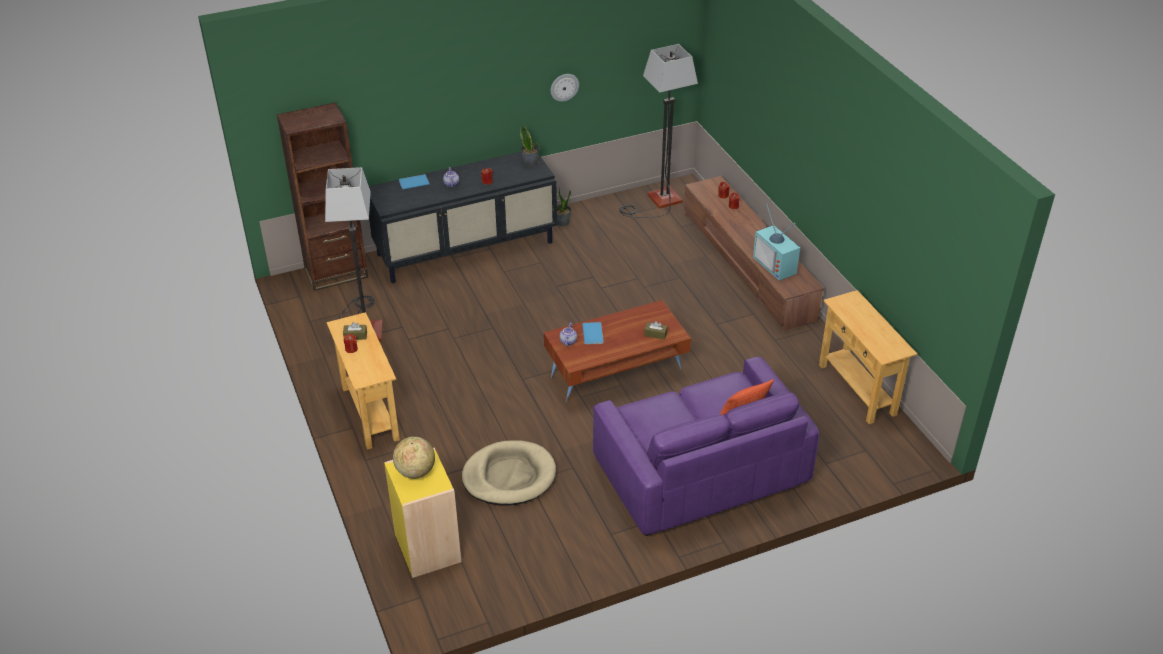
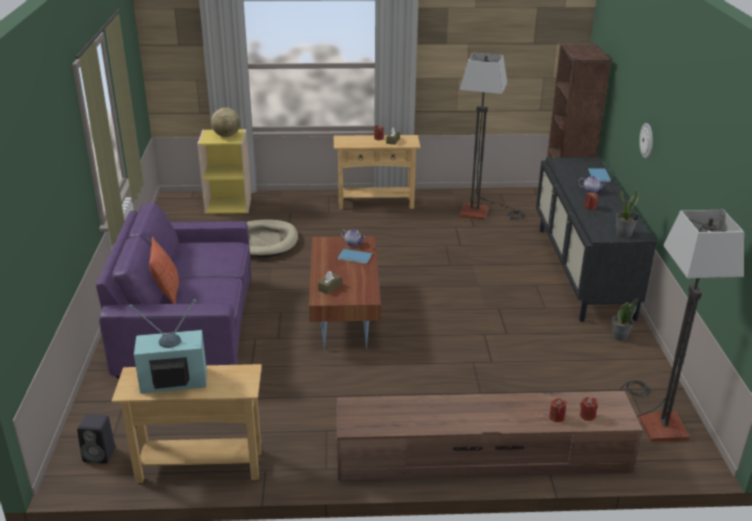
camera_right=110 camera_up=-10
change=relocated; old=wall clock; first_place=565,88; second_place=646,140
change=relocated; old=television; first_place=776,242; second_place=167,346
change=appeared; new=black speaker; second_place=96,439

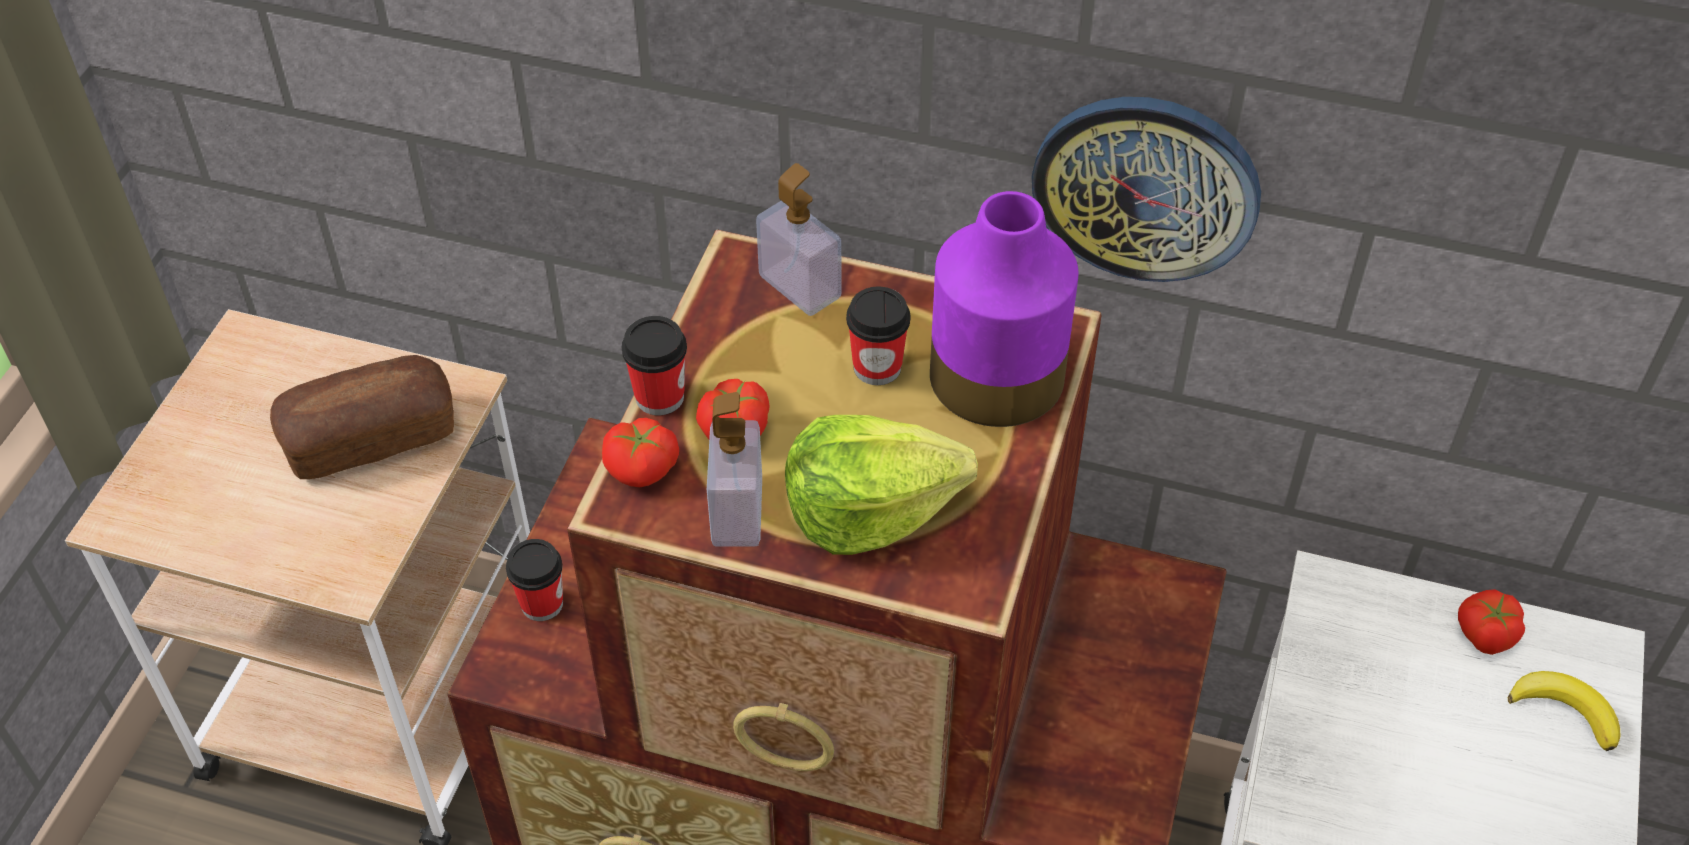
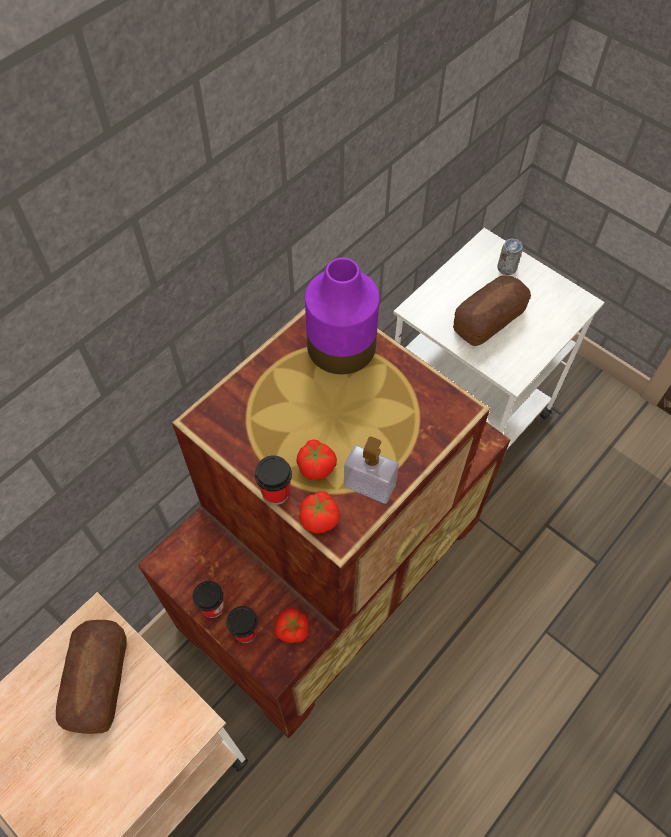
camera_right=-65 camera_up=10
change=missing; old=soap dispenser; first_place=798,239
change=missing; old=lettuce; first_place=881,485
change=relocated; old=cup; first_place=878,335; second_place=208,599
change=missing; old=wall clock; first_place=1146,189
change=relocated; old=tomato; first_place=1491,622; second_place=292,625
change=exchanged; old=banana; new=can; first_place=1564,711; second_place=510,257
change=appeared; new=bread; second_place=492,310

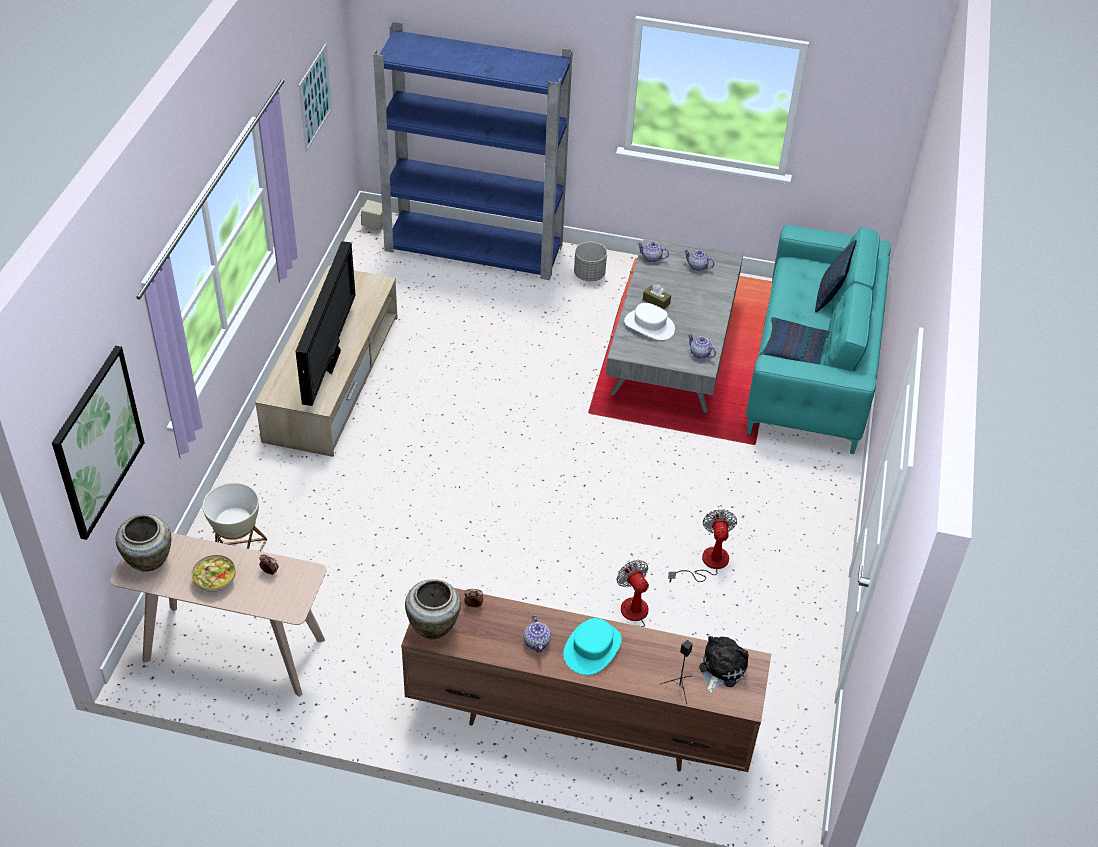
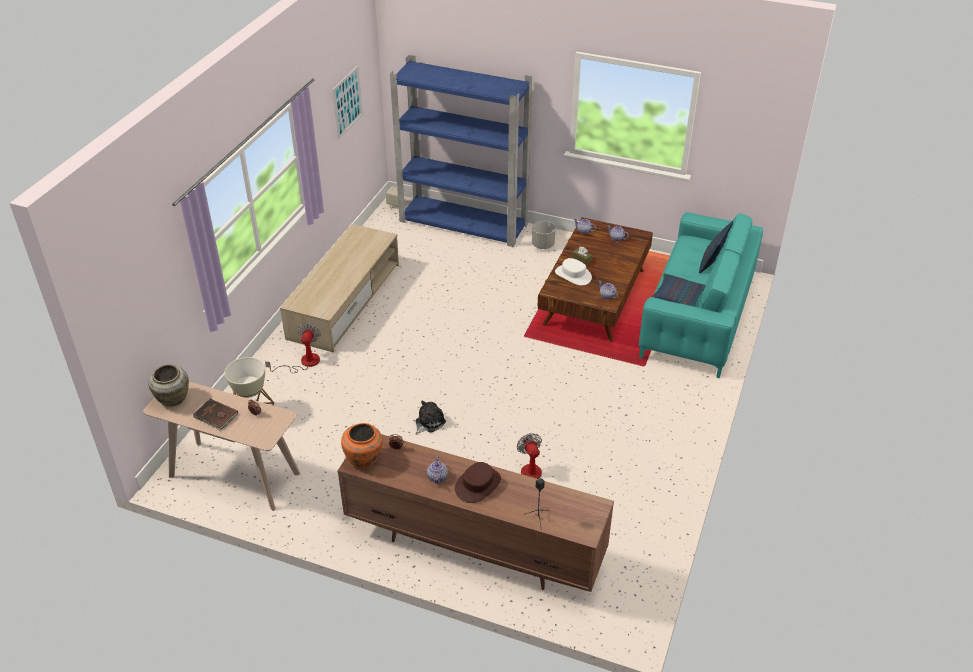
camera_right=10 camera_up=-5
change=missing; old=picture; first_place=98,443
change=exchanged; old=bowl; new=brown book; first_place=214,573; second_place=215,414
change=missing; old=television; first_place=325,323
change=colour; old=beige vase; new=orange vase; first_place=433,609; second_place=362,445
change=colour; old=turquoise hat; new=brown hat; first_place=592,646; second_place=478,482
change=colour; old=grey coffee table; new=brown coffee table; first_place=674,324; second_place=595,279
change=relocated; old=fan; first_place=702,545; second_place=293,348
change=relocated; old=plush toy; first_place=724,665; second_place=430,418

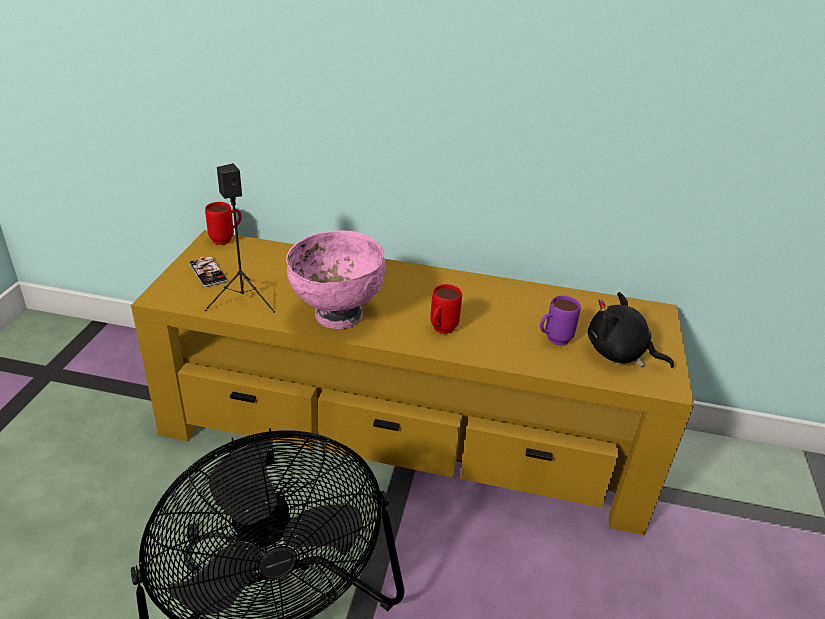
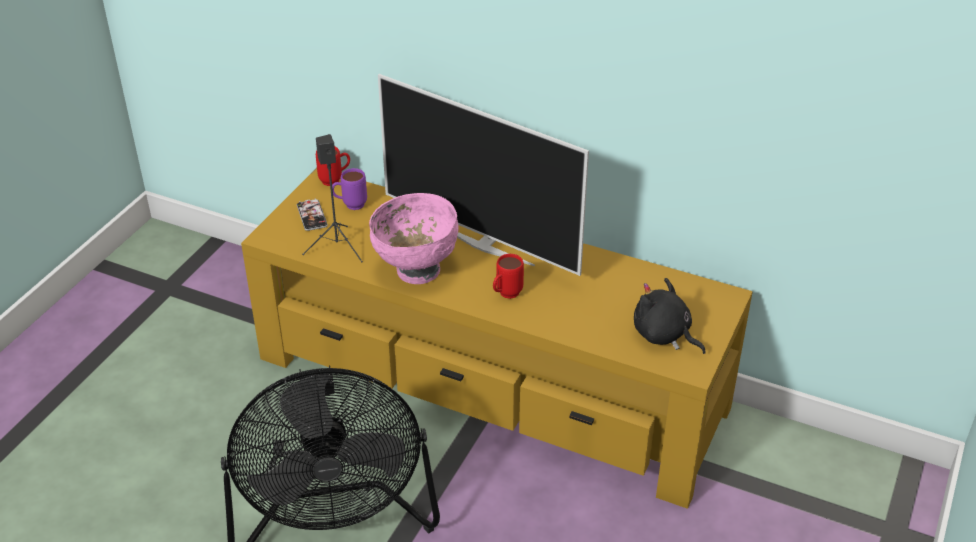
camera_right=15 camera_up=5
change=relocated; old=purple mug; first_place=560,321; second_place=349,189
change=appeared; new=television; second_place=483,175

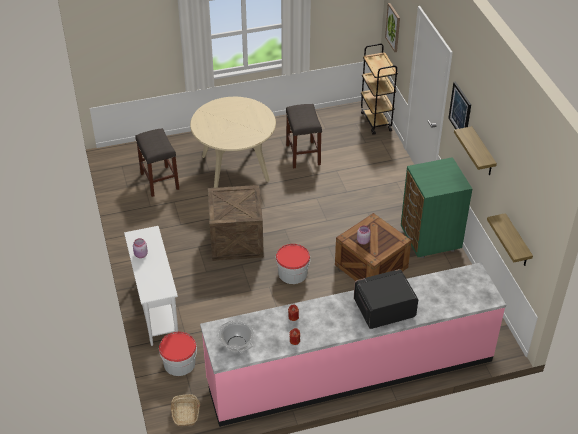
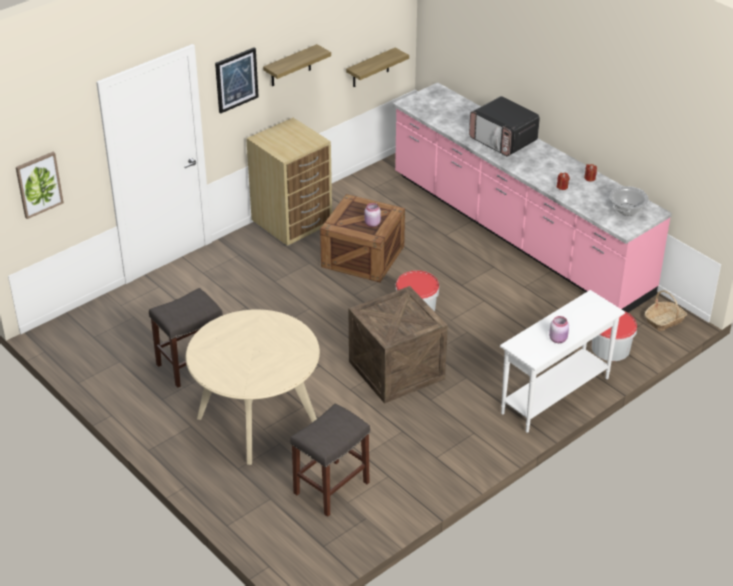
camera_right=-115 camera_up=-5
change=missing; old=brown cart; first_place=379,89
change=colour; old=green dresser; new=brown dresser; first_place=436,207; second_place=289,182

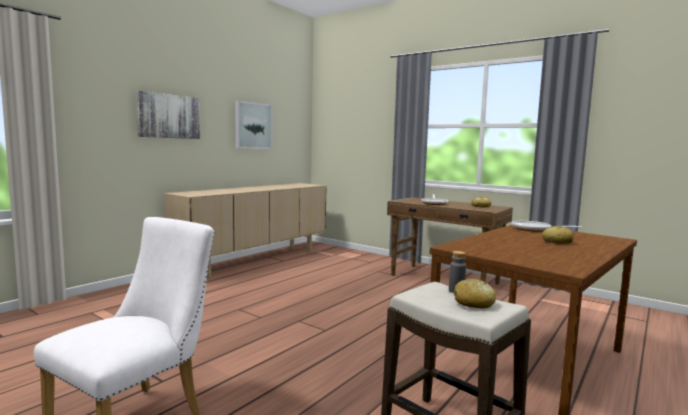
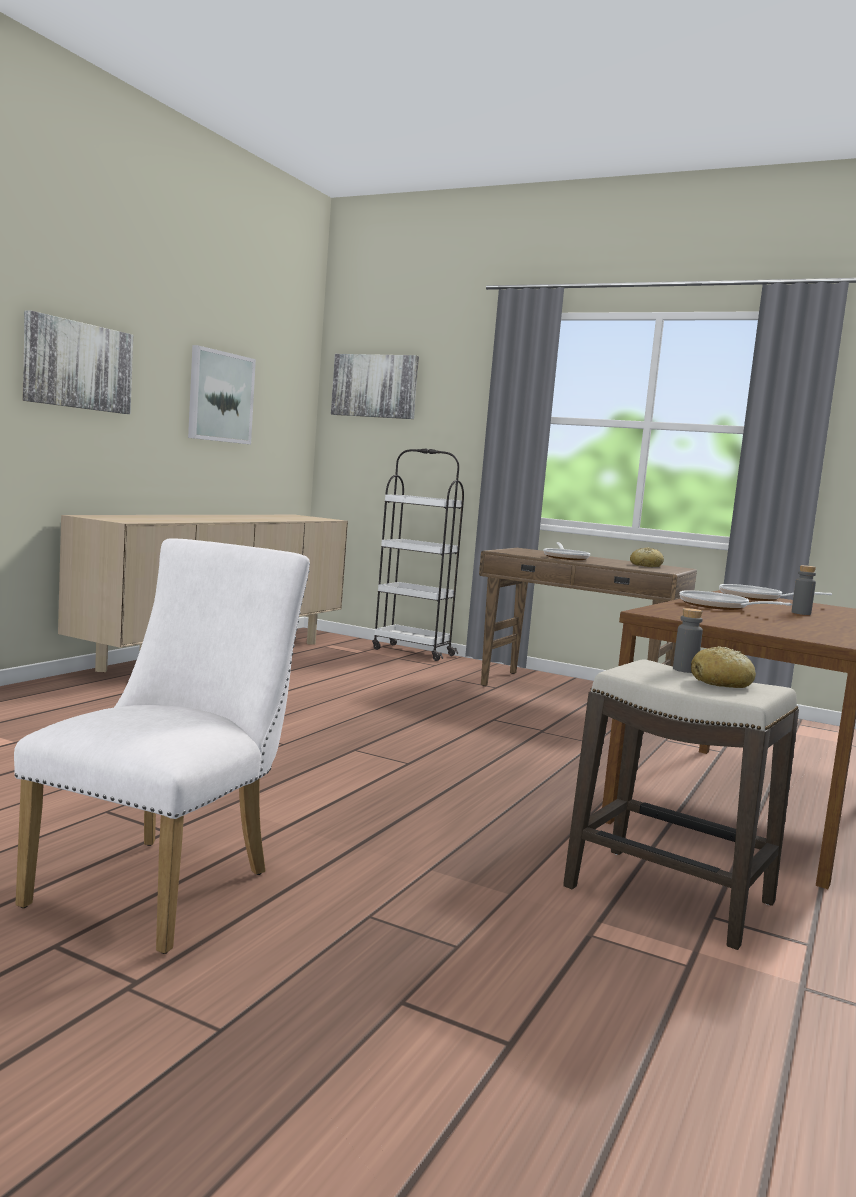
camera_right=-10 camera_up=0
change=exchanged; old=bread; new=grey bottle; first_place=558,235; second_place=803,590
change=appeared; new=picture; second_place=375,386
change=appeared; new=white cart; second_place=418,555
change=appeared; new=frying pan; second_place=736,600

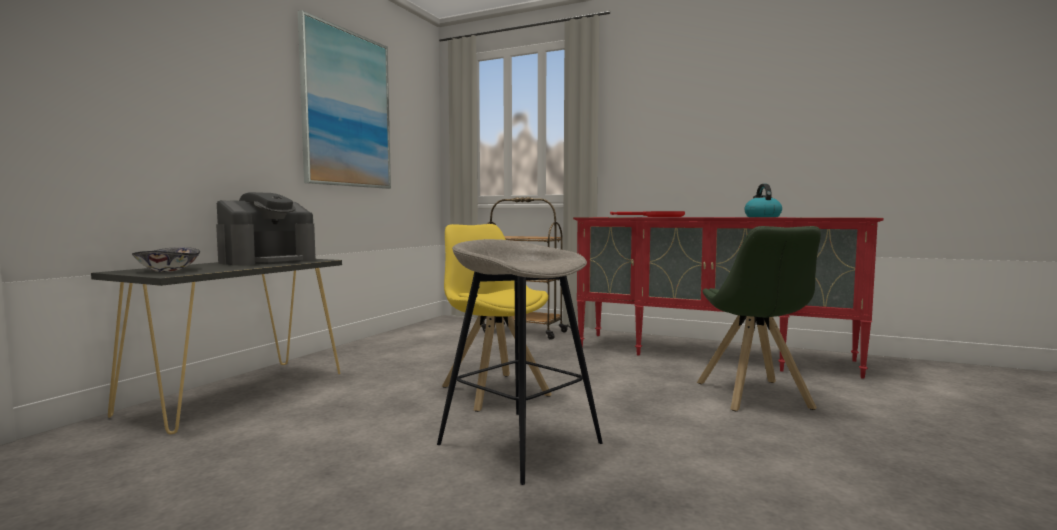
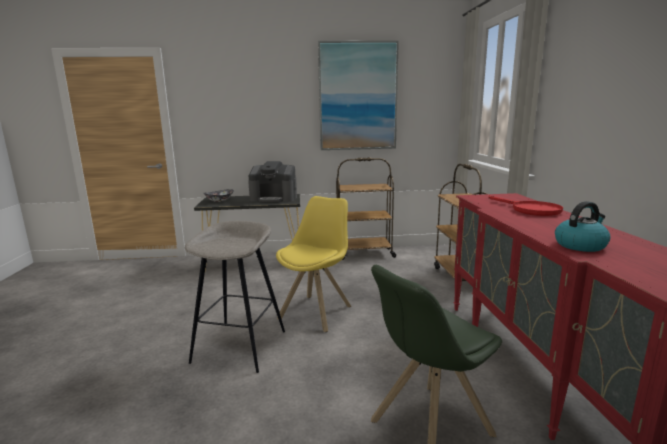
camera_right=60 camera_up=10
change=appeared; new=brown cart; second_place=366,208

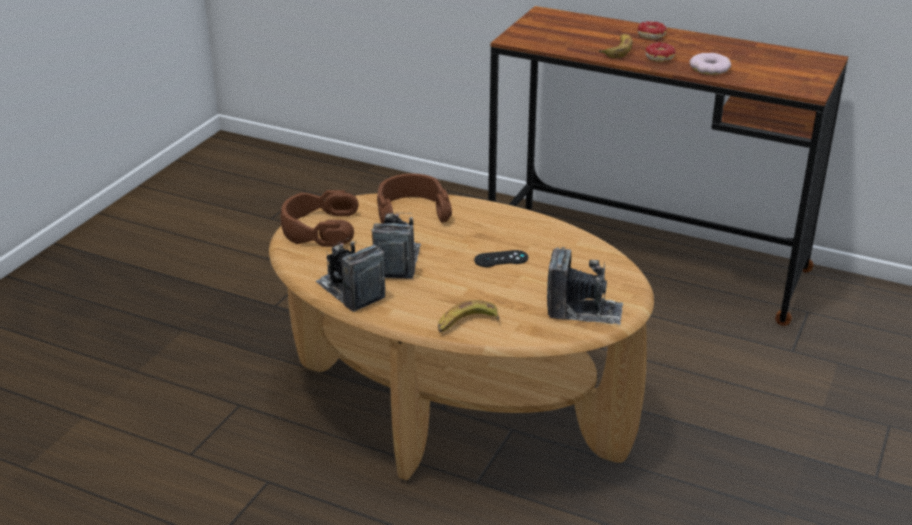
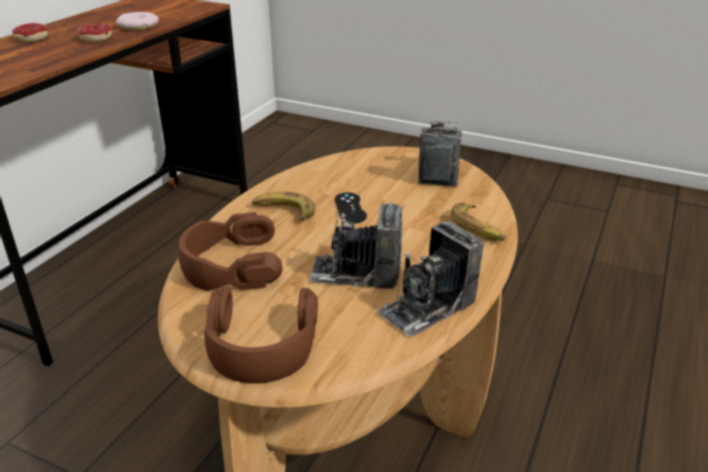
camera_right=-90 camera_up=0
change=relocated; old=banana; first_place=616,46; second_place=283,206

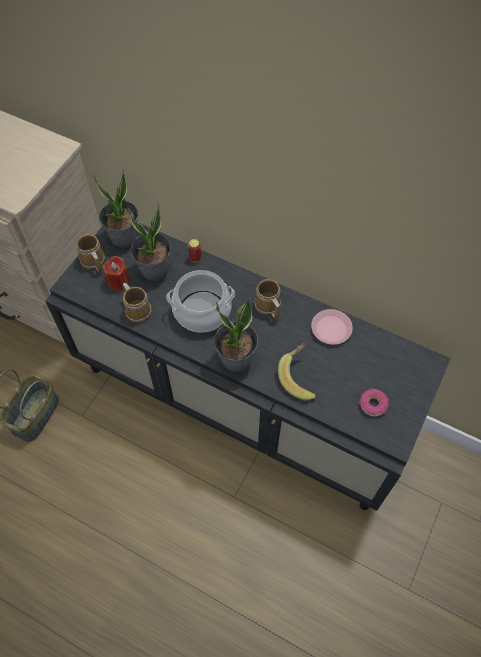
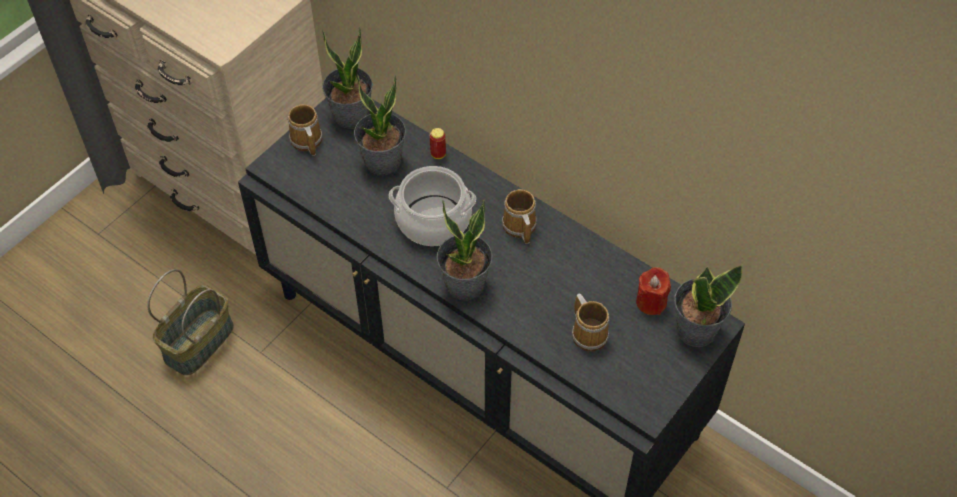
camera_right=10 camera_up=-5
change=relocated; old=red candle; first_place=116,273; second_place=653,291
change=relocated; old=mug; first_place=137,303; second_place=590,323
change=missing; old=banana; first_place=297,371
change=missing; old=pink plate; first_place=332,327
change=missing; old=donut; first_place=374,402
change=appeared; new=potted plant; second_place=708,306

